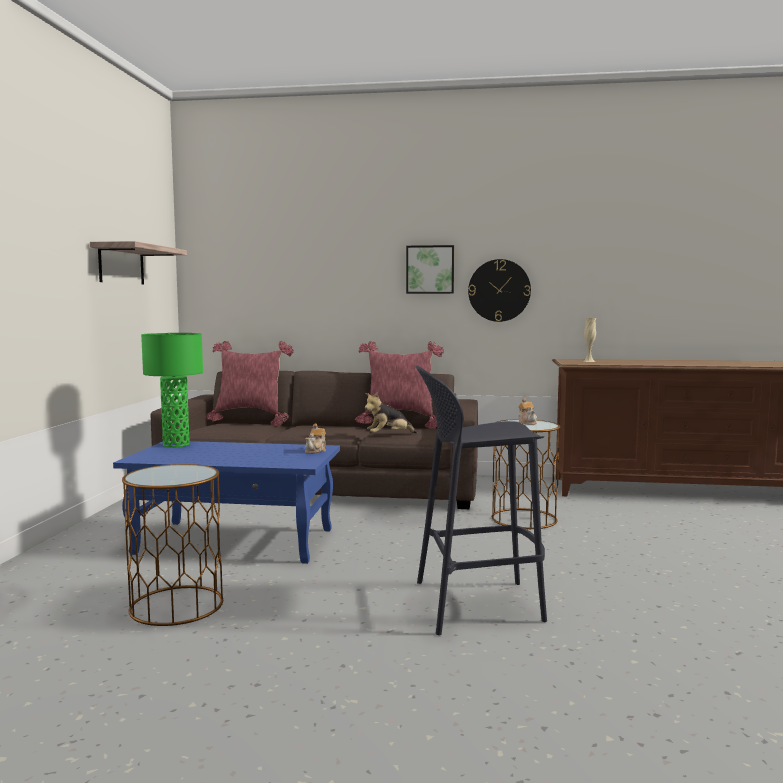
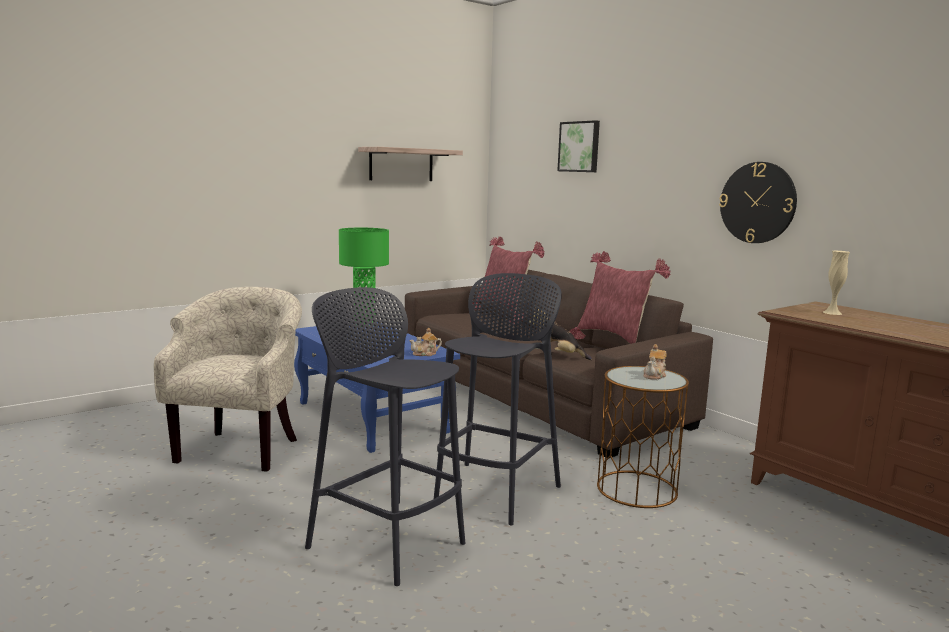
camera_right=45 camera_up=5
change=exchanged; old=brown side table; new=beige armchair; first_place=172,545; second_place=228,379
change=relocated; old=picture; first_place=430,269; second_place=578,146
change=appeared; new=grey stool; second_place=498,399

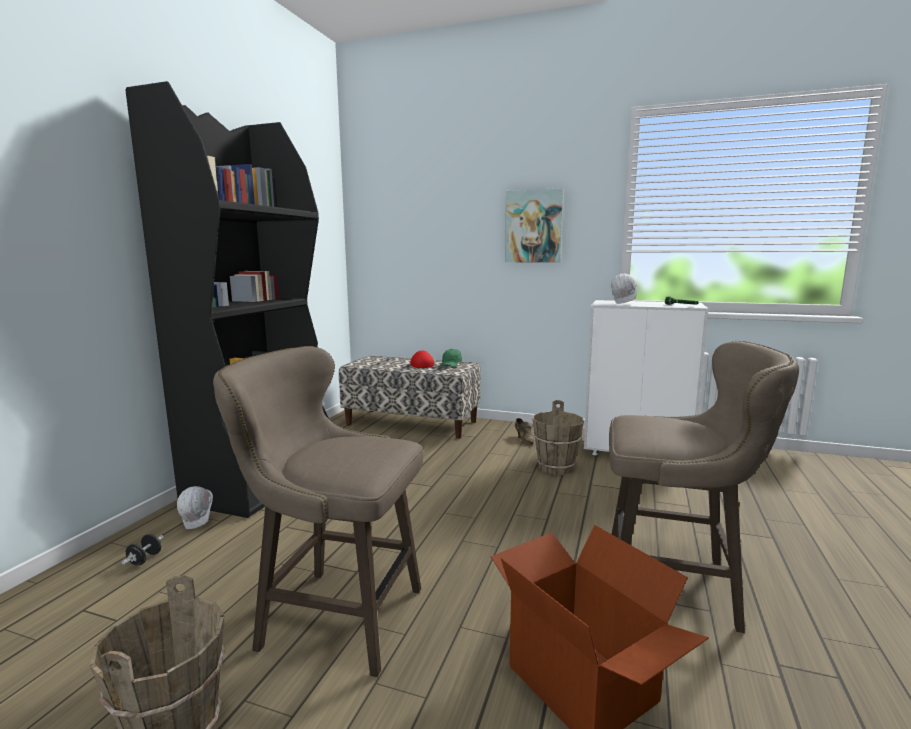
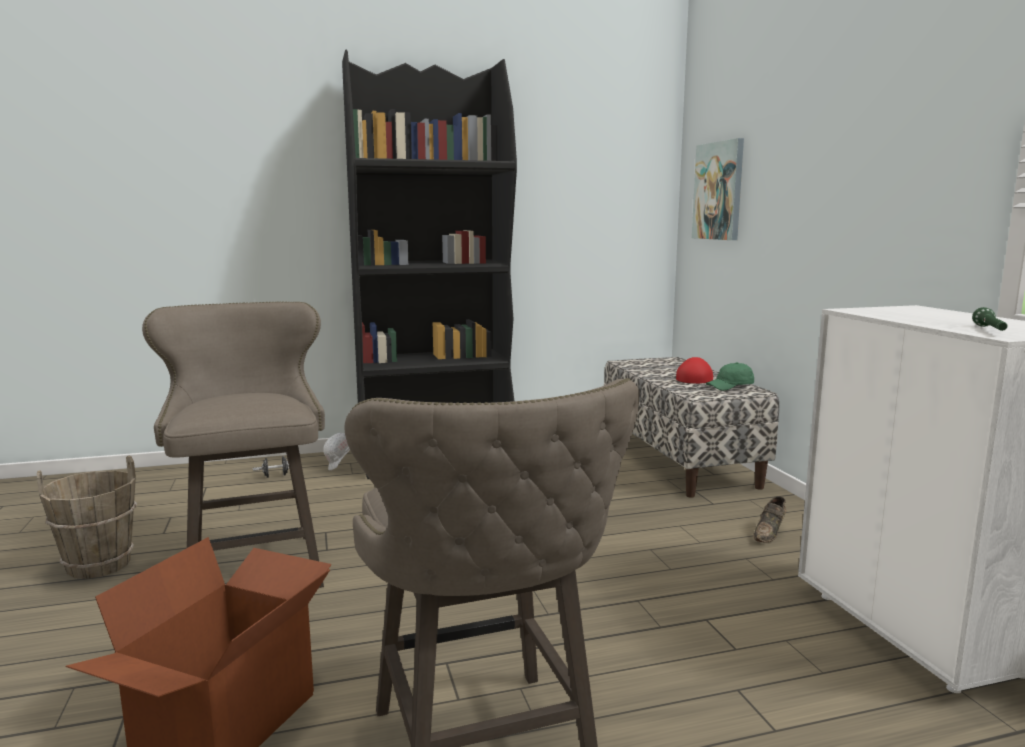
camera_right=55 camera_up=0
change=relocated; old=picture; first_place=534,225; second_place=718,189
change=missing; old=brown bucket; first_place=558,437
change=missing; old=white hard hat; first_place=624,288

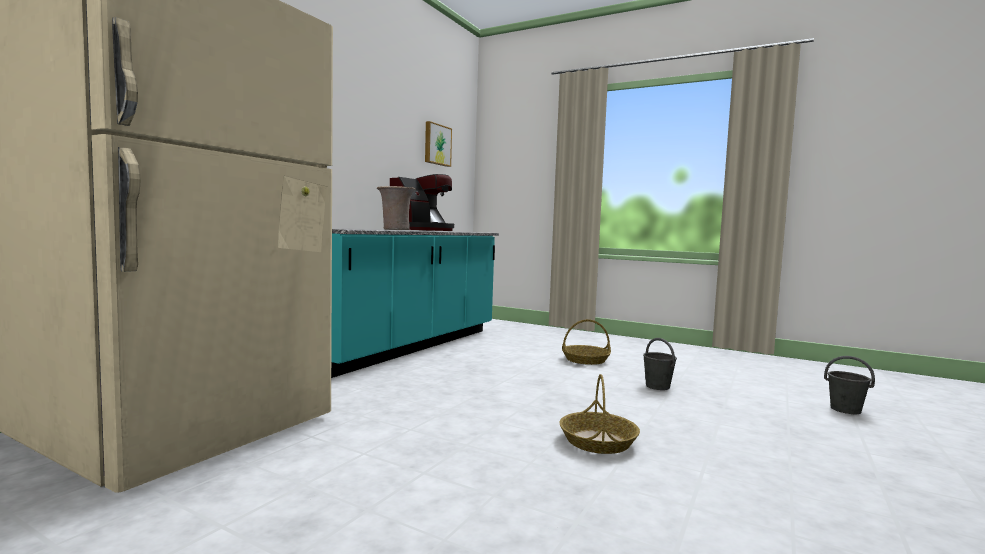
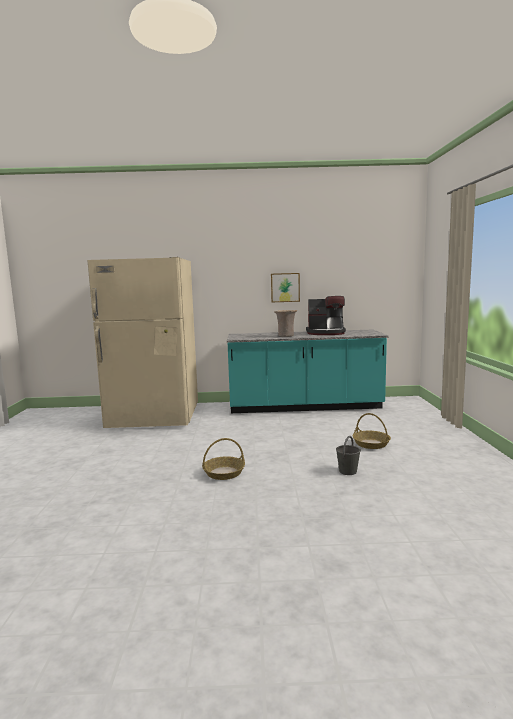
camera_right=60 camera_up=5
change=relocated; old=picture; first_place=438,144; second_place=285,287
change=missing; old=grey bucket; first_place=849,385

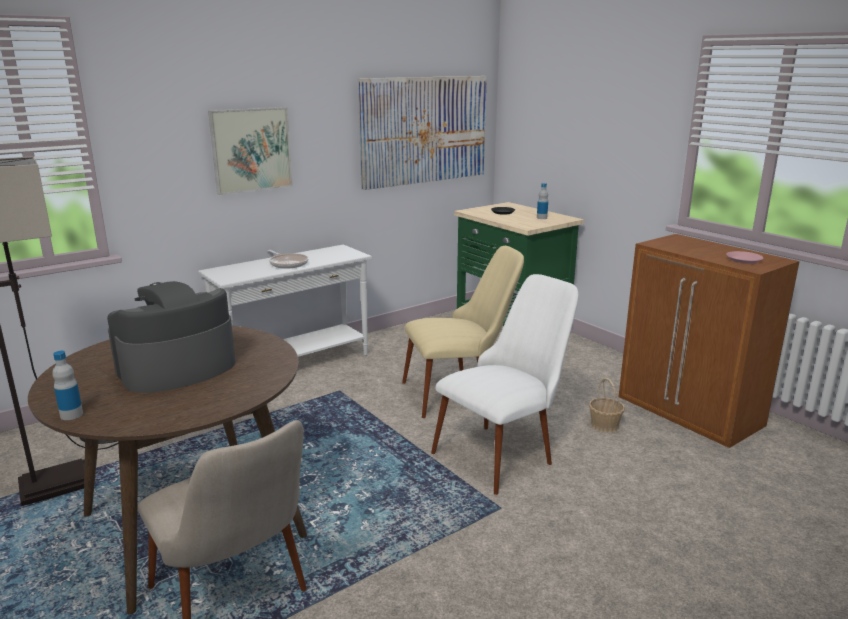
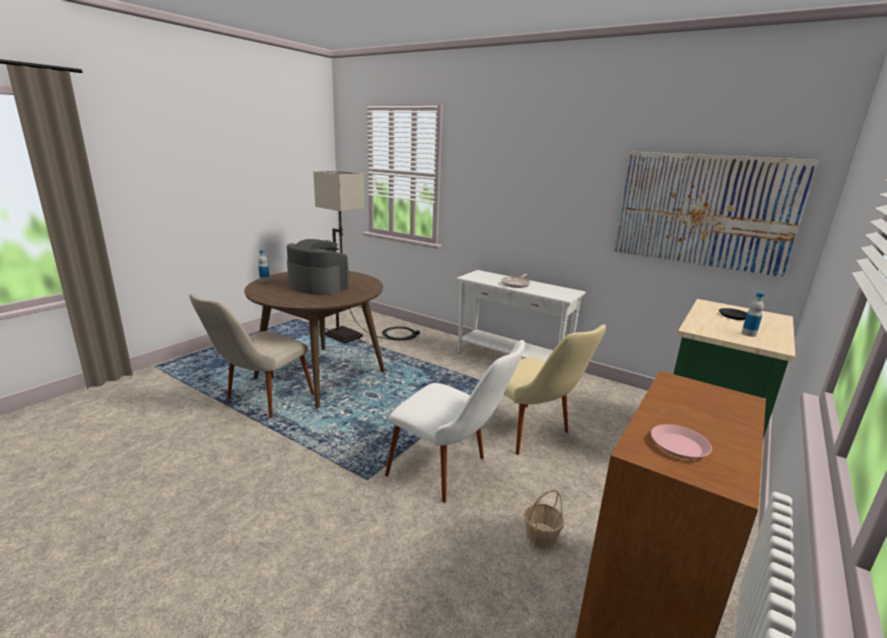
camera_right=70 camera_up=0
change=missing; old=picture; first_place=250,151

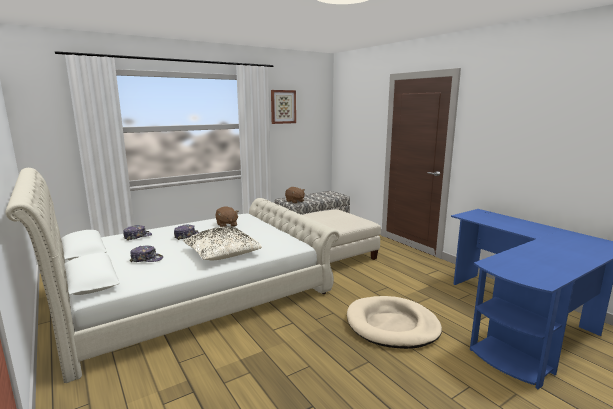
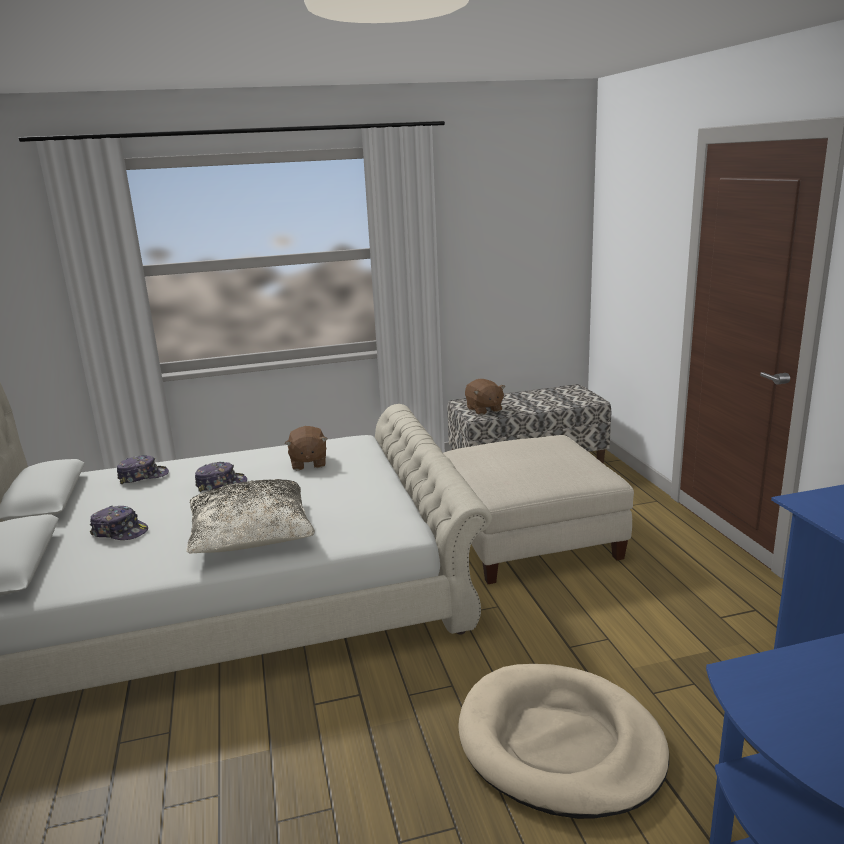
camera_right=20 camera_up=5
change=missing; old=picture; first_place=283,107

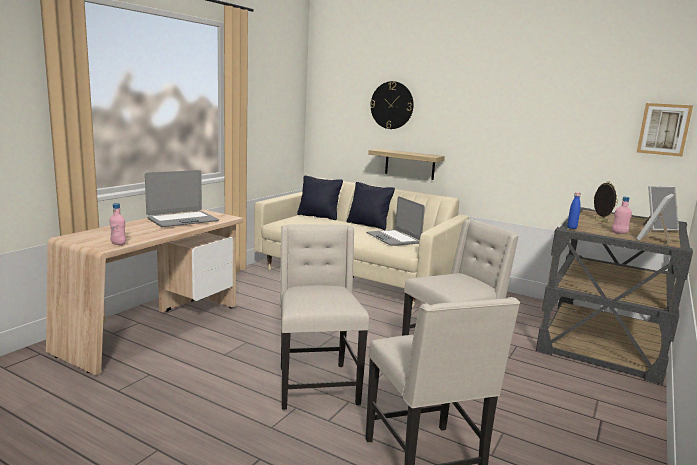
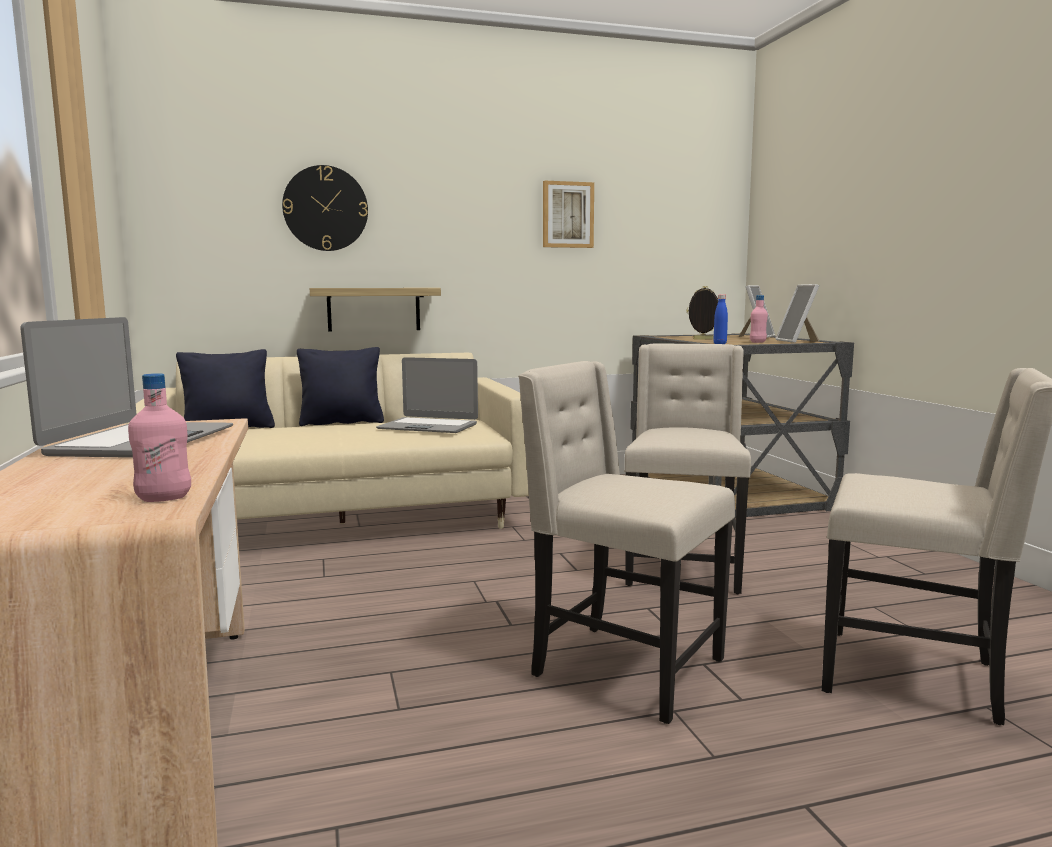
camera_right=-45 camera_up=-5
change=relocated; old=picture; first_place=665,130; second_place=568,214

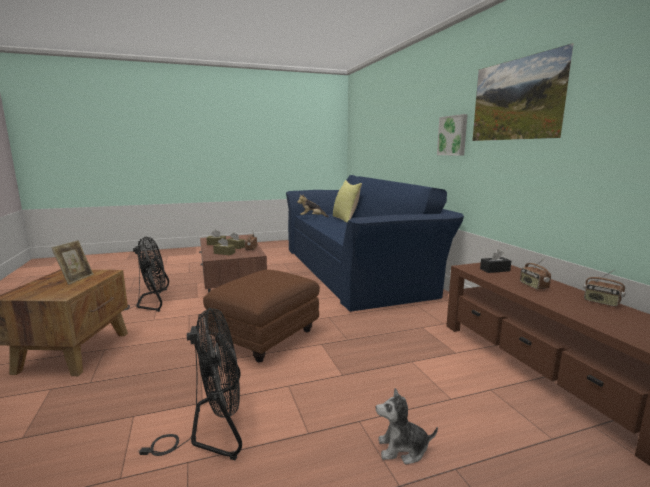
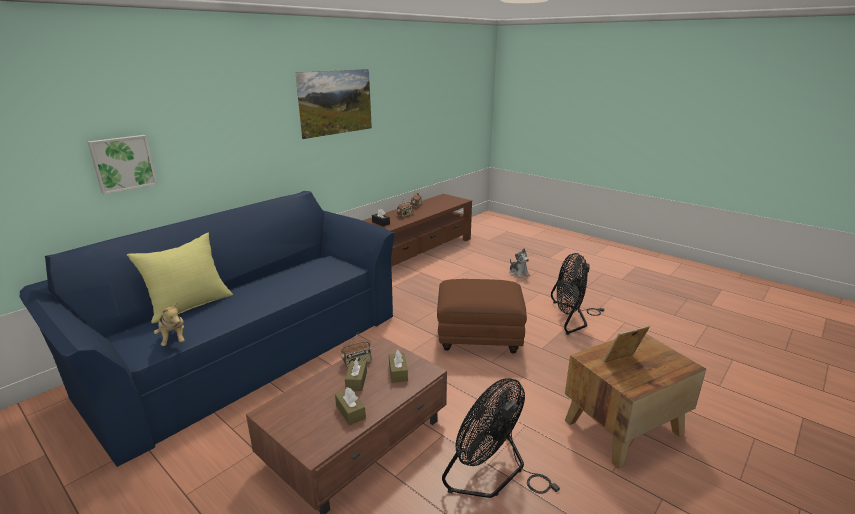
camera_right=-120 camera_up=10
change=spun; old=black fan; first_place=190,384; second_place=578,294; degrees=-45
change=relocated; old=picture; first_place=452,135; second_place=122,164

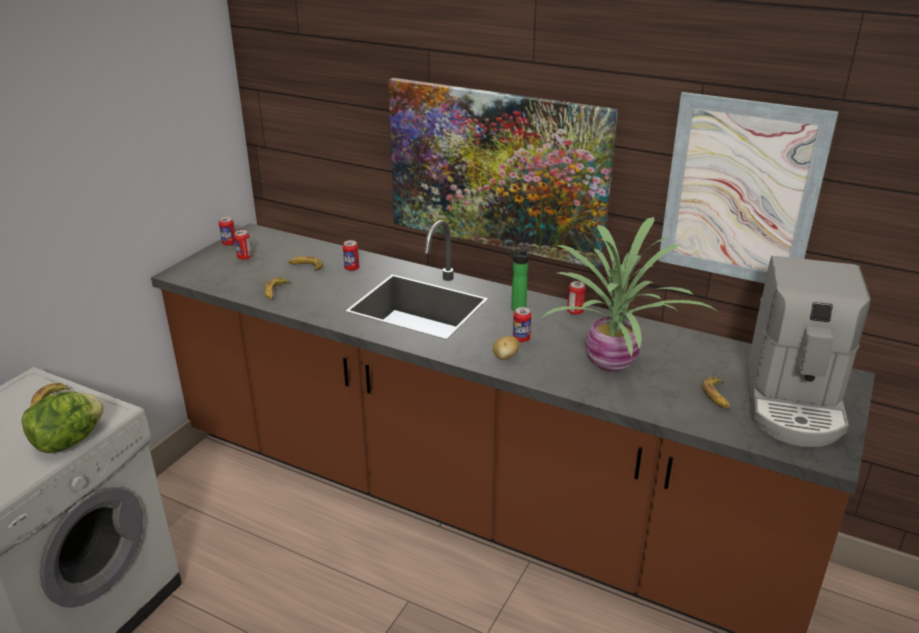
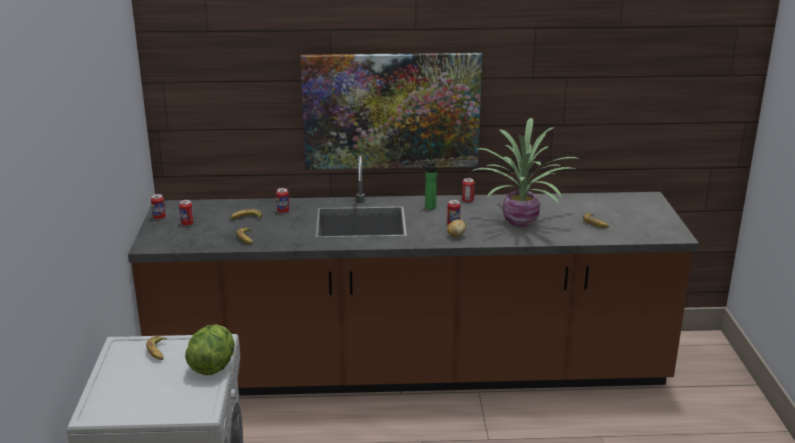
camera_right=-30 camera_up=-5
change=missing; old=picture; first_place=748,187
change=missing; old=coffee machine; first_place=809,351

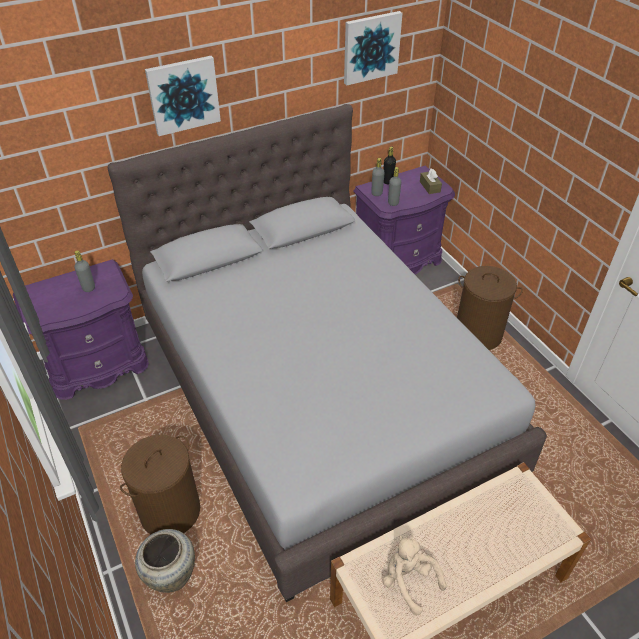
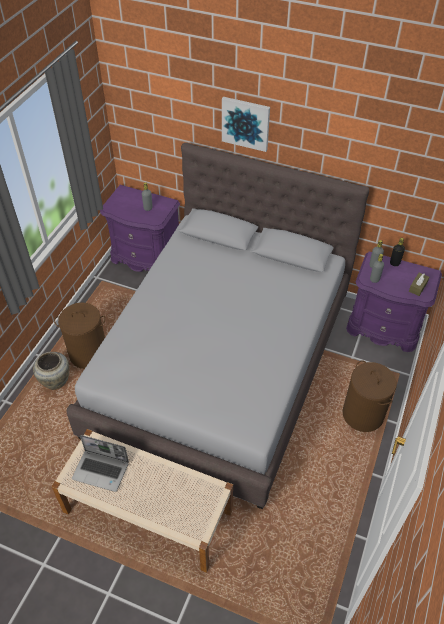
camera_right=50 camera_up=5
change=missing; old=picture; first_place=373,48
change=exchanged; old=beige plush toy; new=laptop; first_place=415,575; second_place=100,463

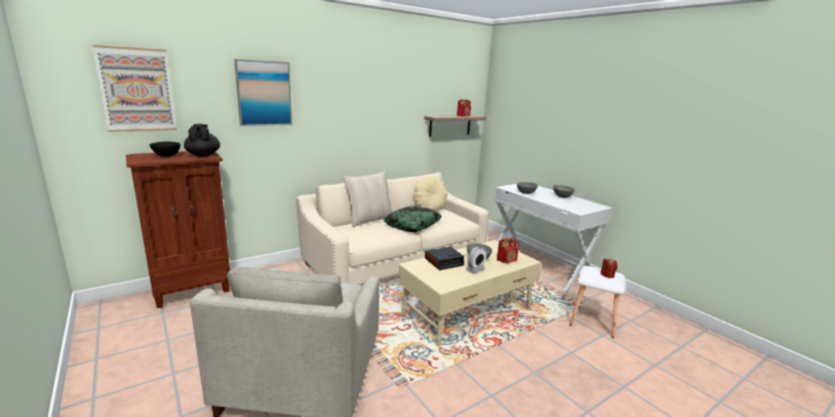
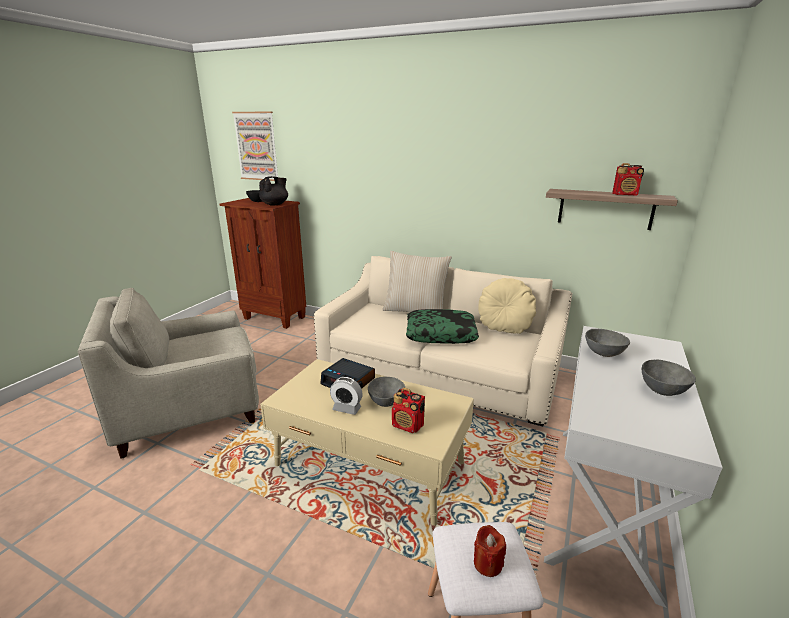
camera_right=60 camera_up=5
change=missing; old=picture; first_place=263,92

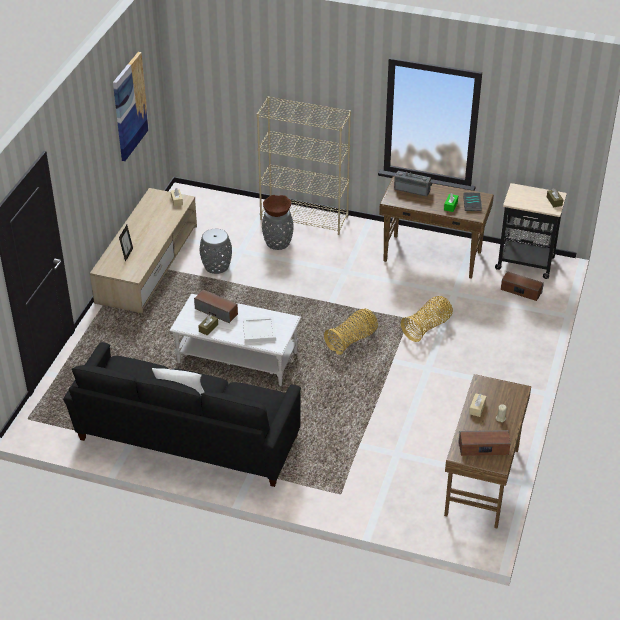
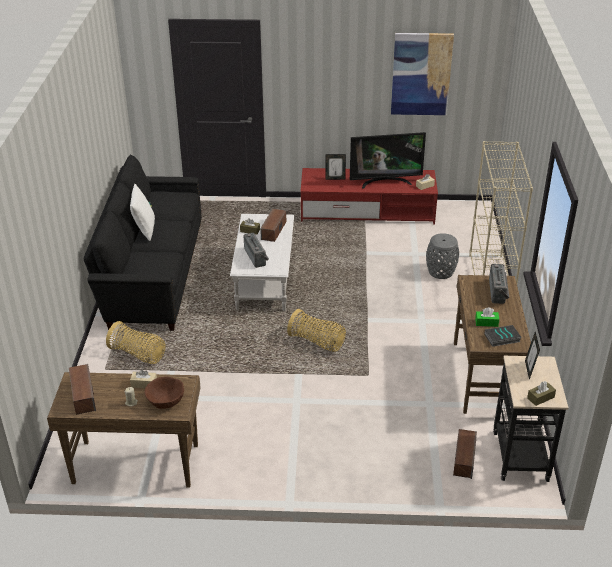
camera_right=75 camera_up=-5
change=colour; old=beige tv stand; new=red tv stand; first_place=143,250; second_place=369,196
change=missing; old=grey stool; first_place=216,251
change=exchanged; old=white tray; new=radio; first_place=259,330; second_place=256,250
change=relocated; old=brown bowl; first_place=277,206; second_place=164,392
change=relocated; old=basket; first_place=427,319; second_place=136,342
change=appeared; new=television; second_place=388,160
change=appeared; new=picture frame; second_place=532,356

